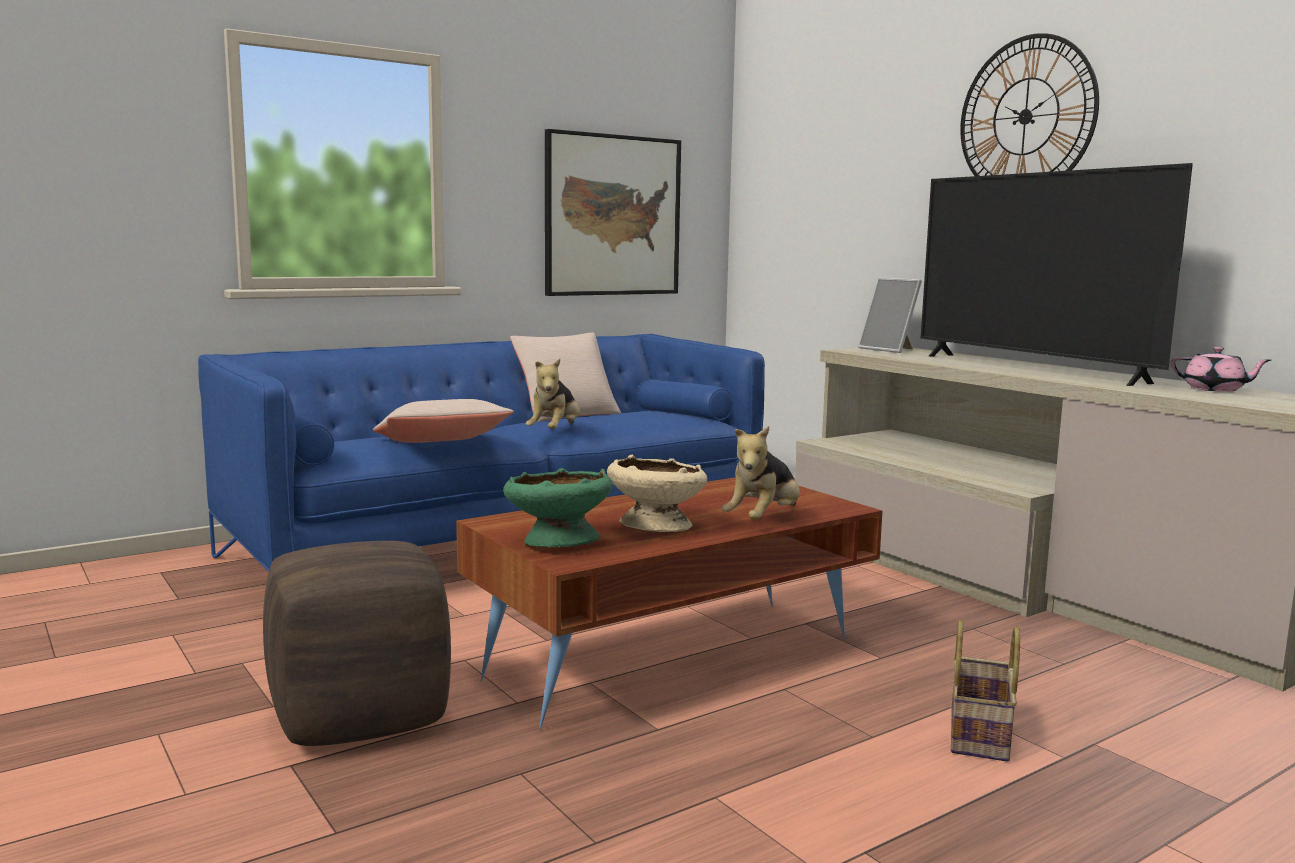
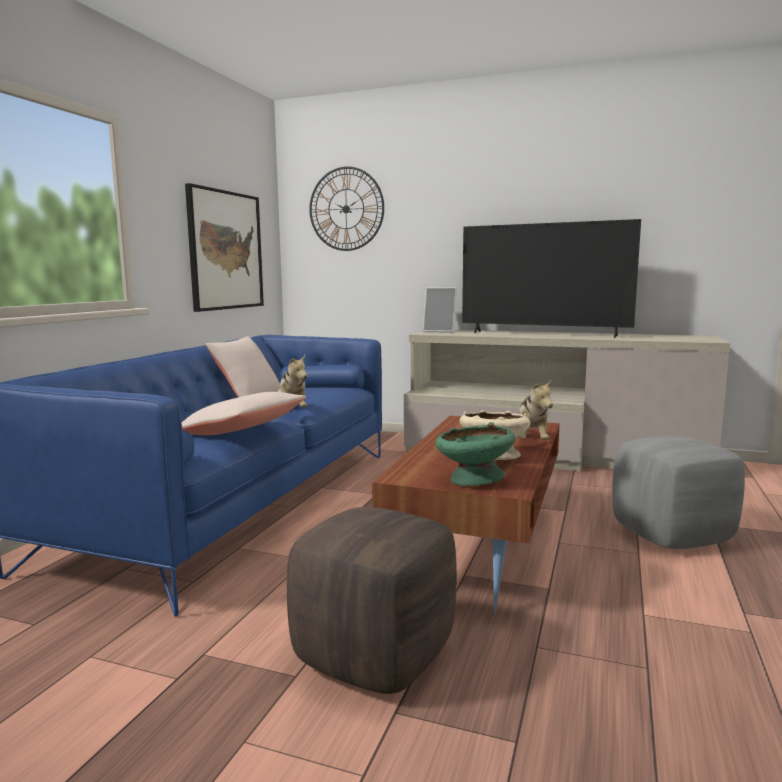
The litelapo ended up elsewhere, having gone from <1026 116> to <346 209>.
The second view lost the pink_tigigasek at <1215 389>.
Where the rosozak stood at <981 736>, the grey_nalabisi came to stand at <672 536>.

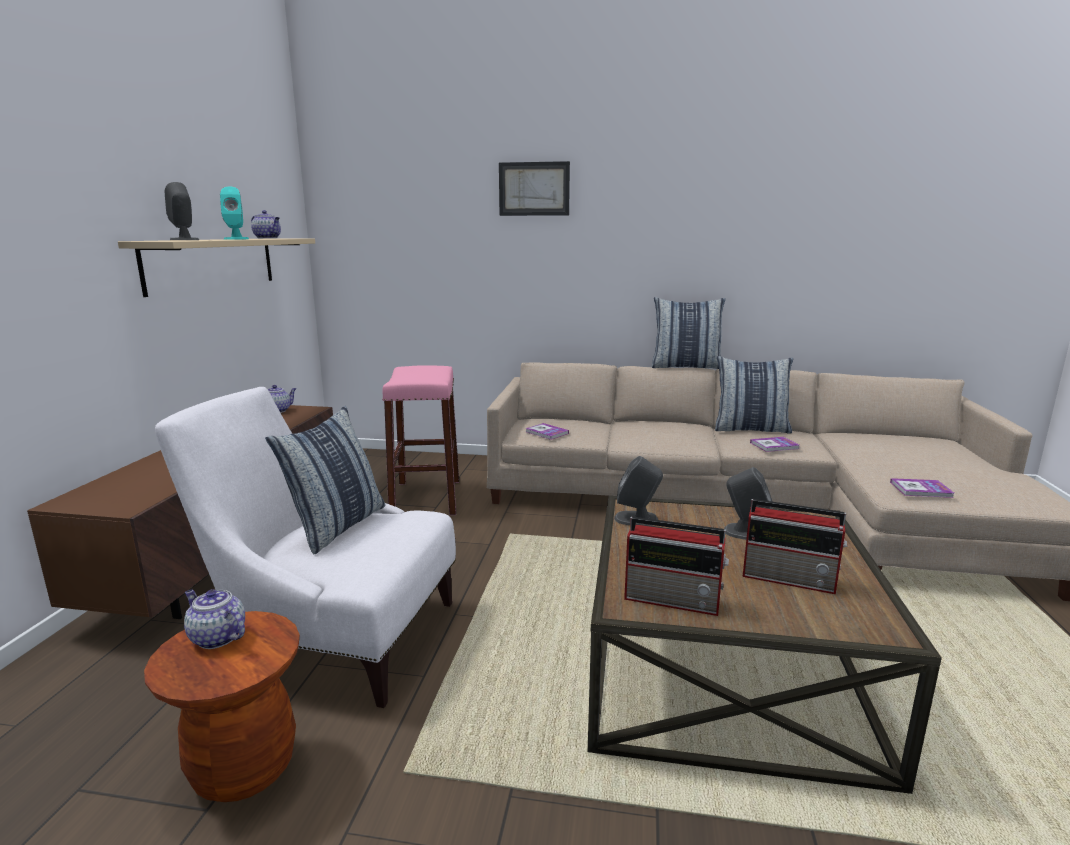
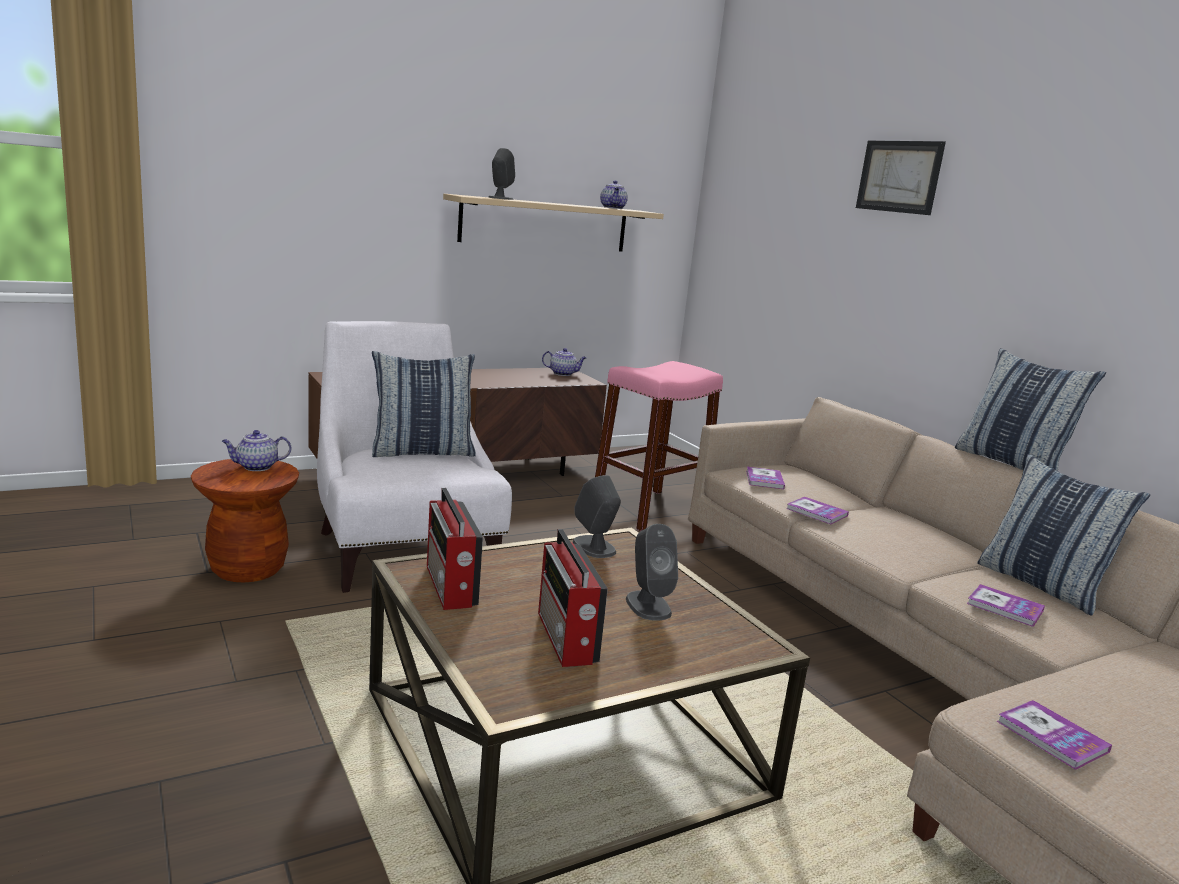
The second view lost the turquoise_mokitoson at <236 239>.
The tigigasek at <216 637> ended up facing another way, 105 degrees counterclockwise from before.
The second view gained the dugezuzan at <816 512>.

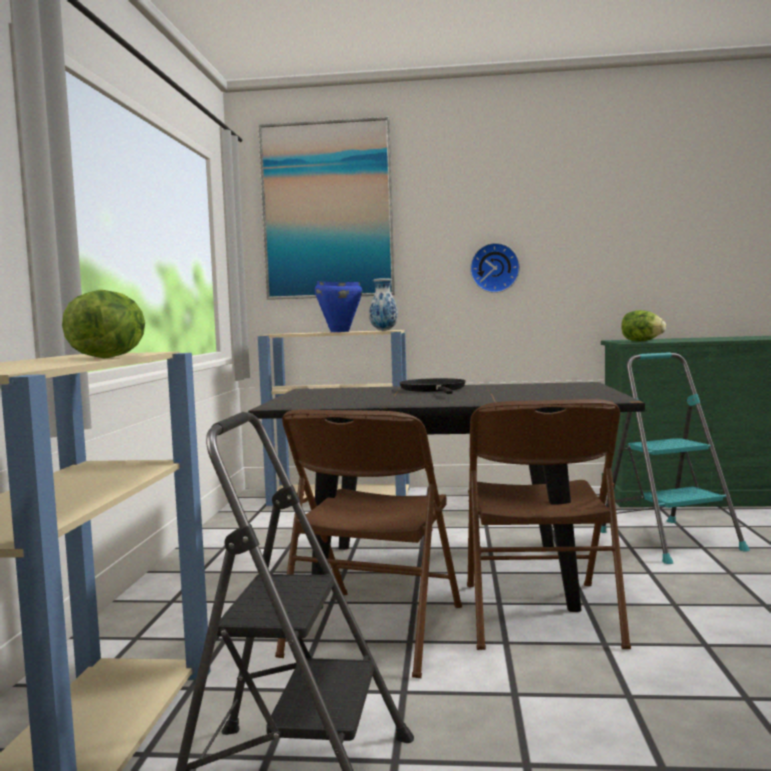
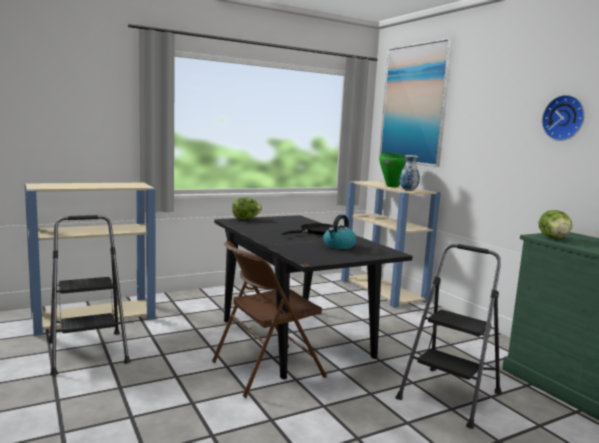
The litelapo ended up elsewhere, having gone from <494 268> to <564 118>.
What was the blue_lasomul at <339 331> turned into the green_lasomul at <392 186>.
The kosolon ended up elsewhere, having gone from <109 357> to <245 219>.
What was the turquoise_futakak at <667 539> turned into the black_futakak at <451 393>.
The second view lost the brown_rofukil at <374 630>.
The second view gained the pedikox at <339 246>.

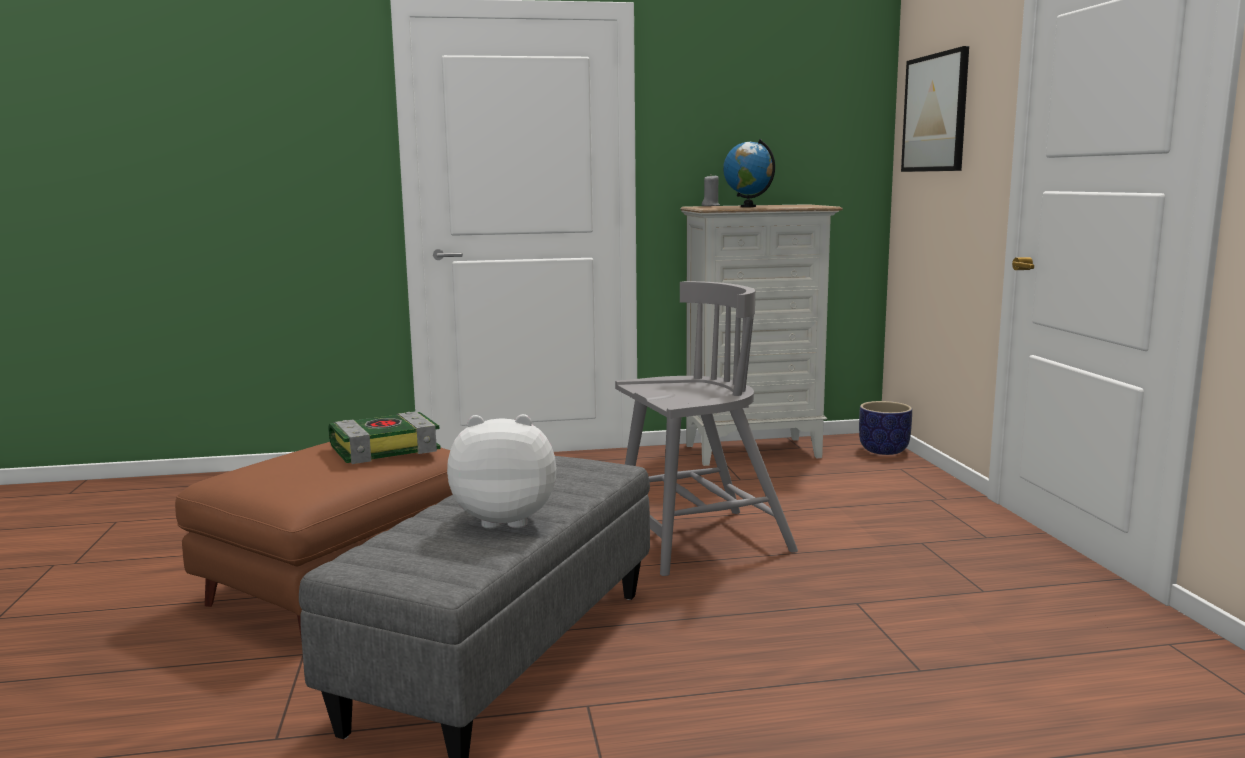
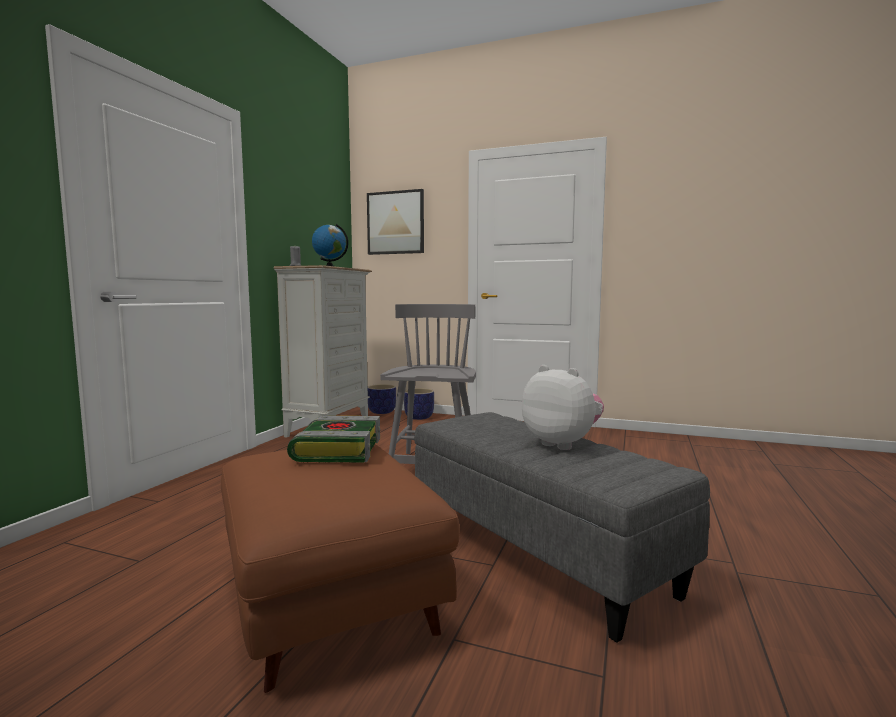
The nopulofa at <506 519> ended up facing another way, 105 degrees clockwise from before.
The second view gained the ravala at <418 417>.

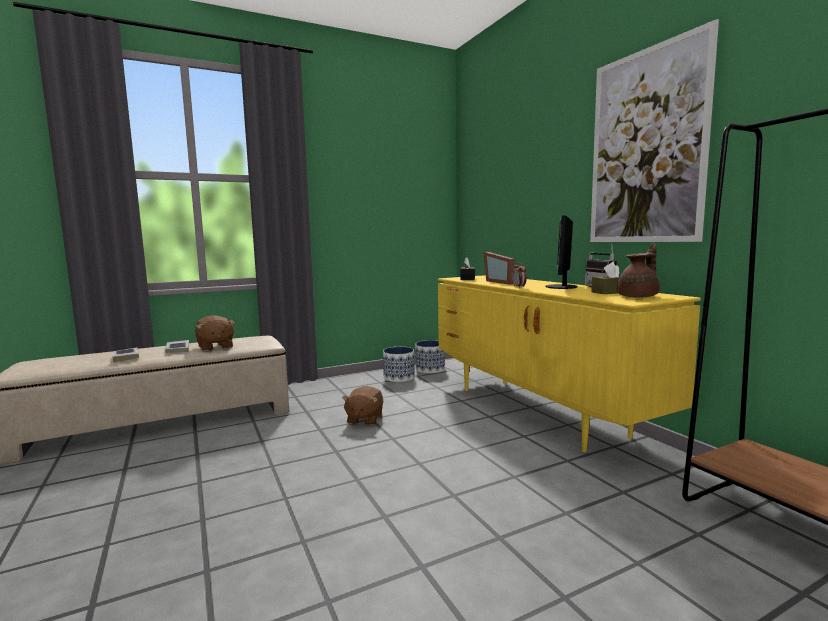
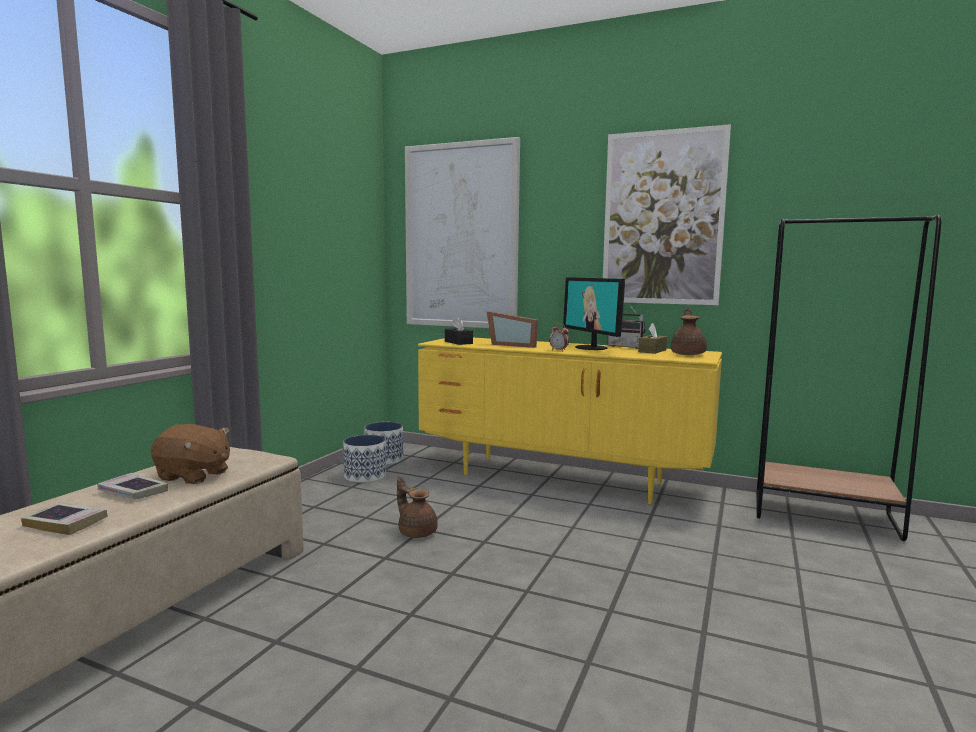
Where the brown_nopulofa stood at <364 419>, the brown_tigigasek came to stand at <416 532>.
The second view gained the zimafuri at <461 236>.

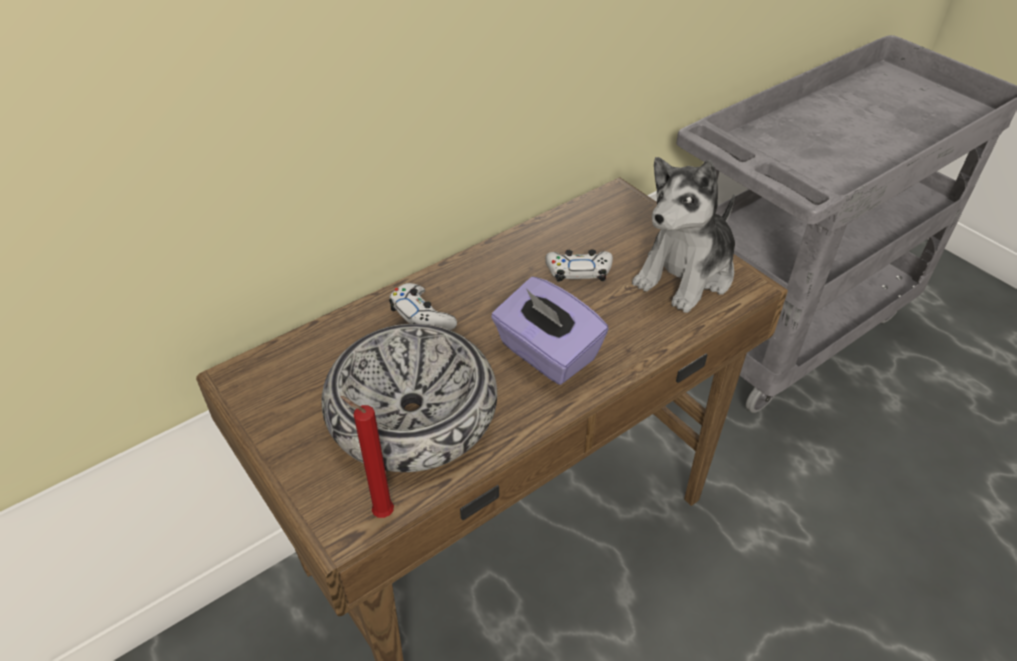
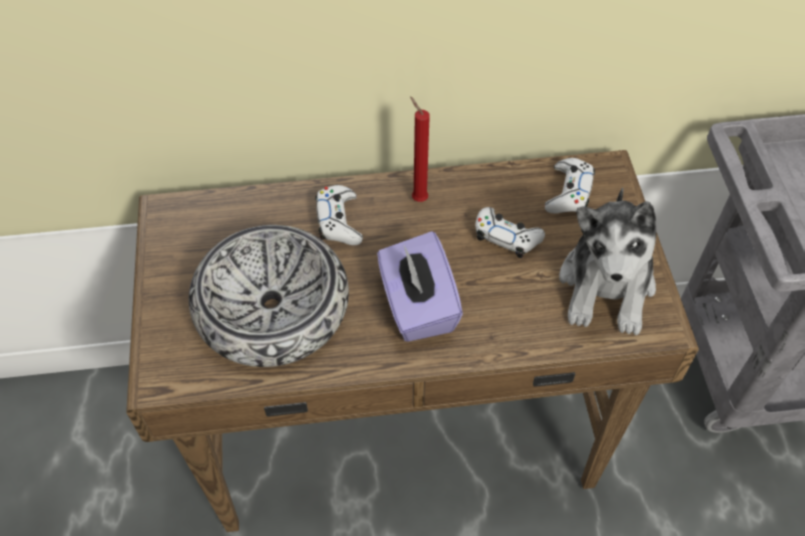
The nopulofa at <686 274> ended up facing another way, 60 degrees counterclockwise from before.
The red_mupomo ended up elsewhere, having gone from <380 512> to <417 198>.
The second view gained the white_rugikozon at <568 192>.

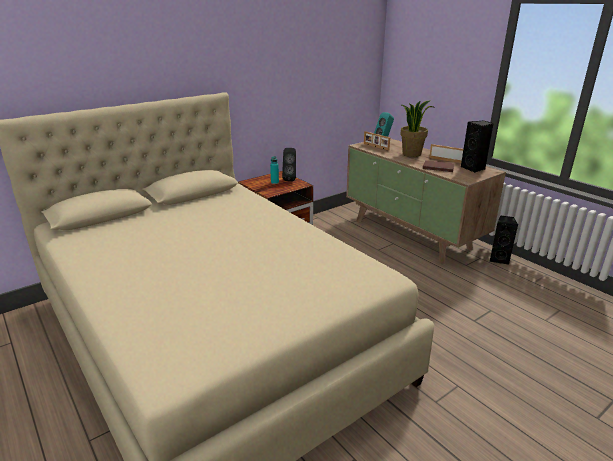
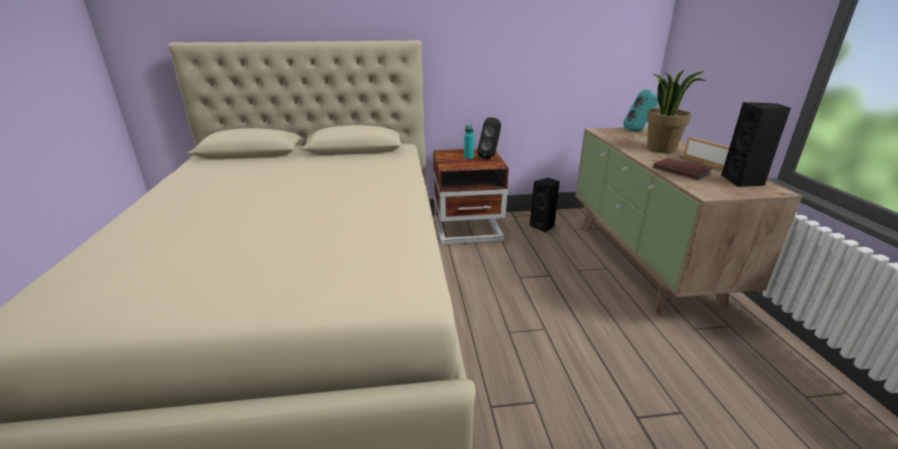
The second view lost the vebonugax at <375 147>.
The black_mokitoson ended up elsewhere, having gone from <499 259> to <543 226>.

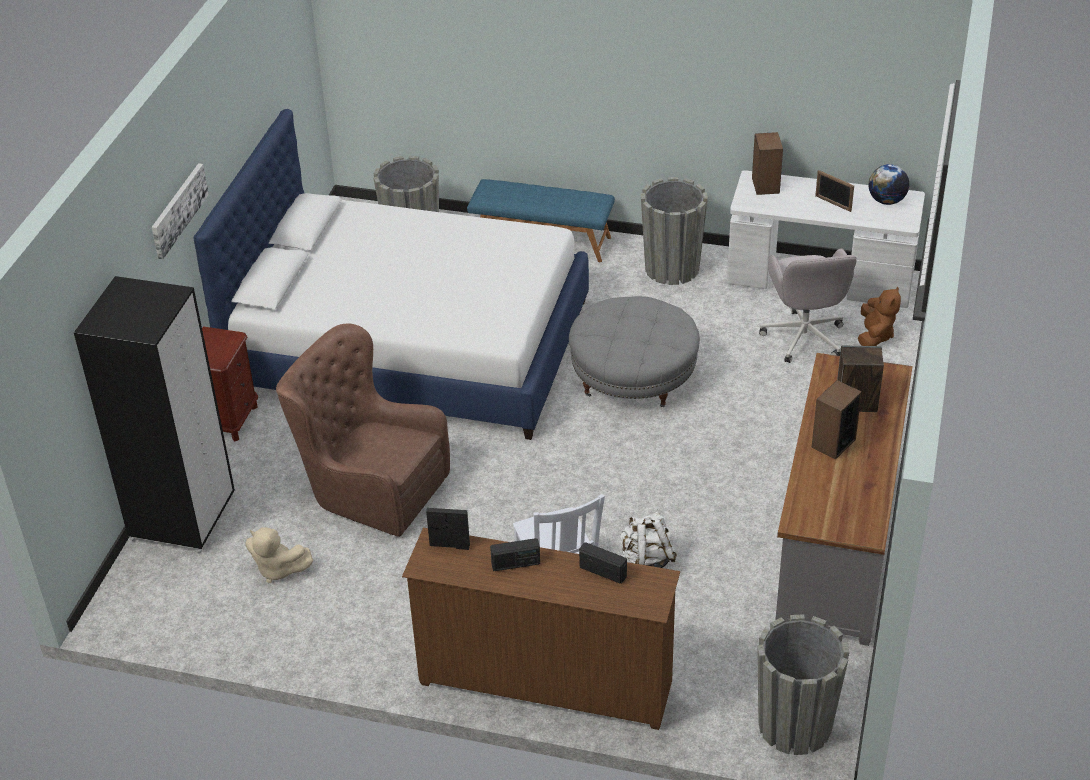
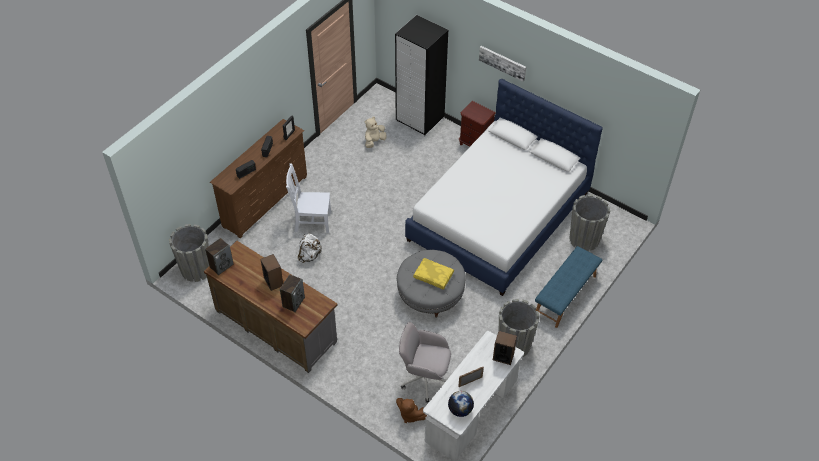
The second view lost the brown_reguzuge at <369 488>.
The second view gained the mokitoson at <221 265>.
The second view gained the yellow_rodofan at <434 276>.

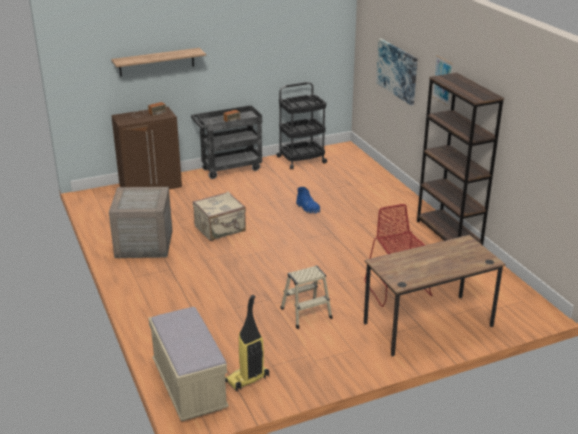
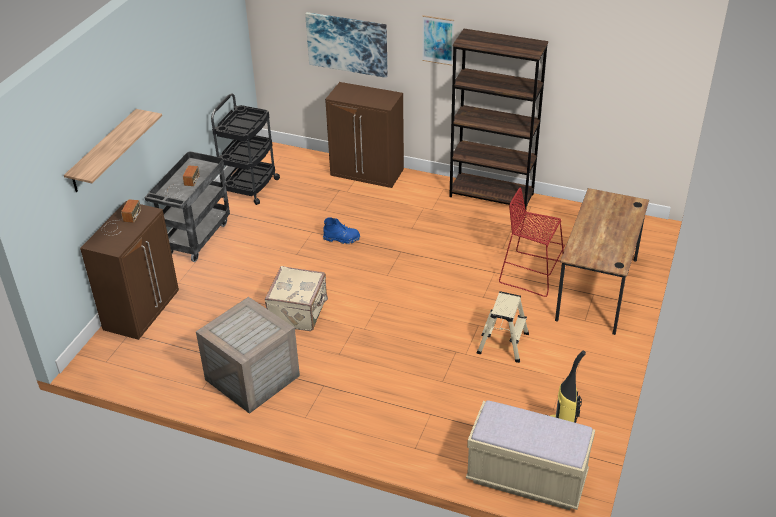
The second view gained the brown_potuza at <367 172>.

